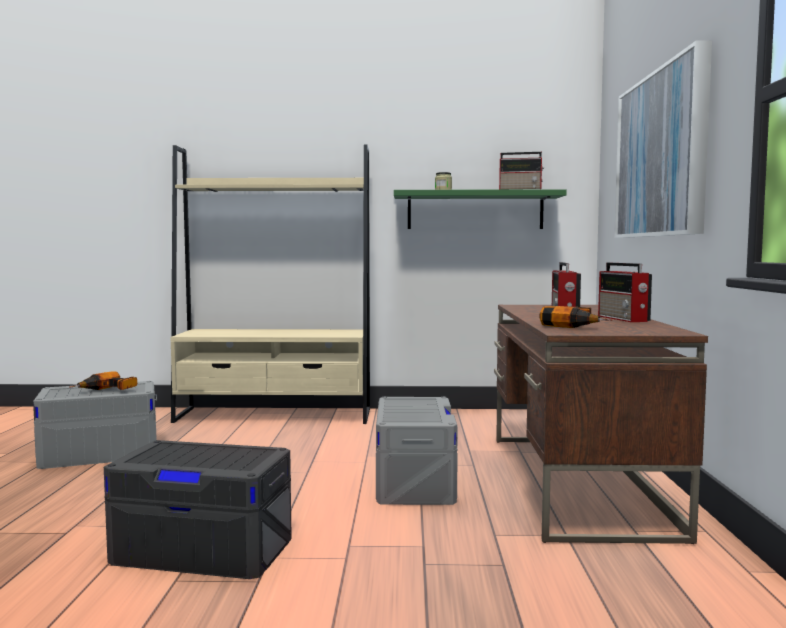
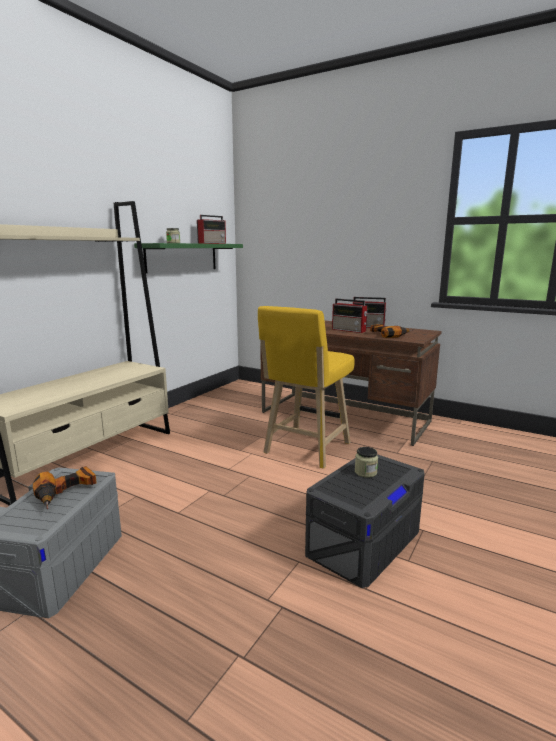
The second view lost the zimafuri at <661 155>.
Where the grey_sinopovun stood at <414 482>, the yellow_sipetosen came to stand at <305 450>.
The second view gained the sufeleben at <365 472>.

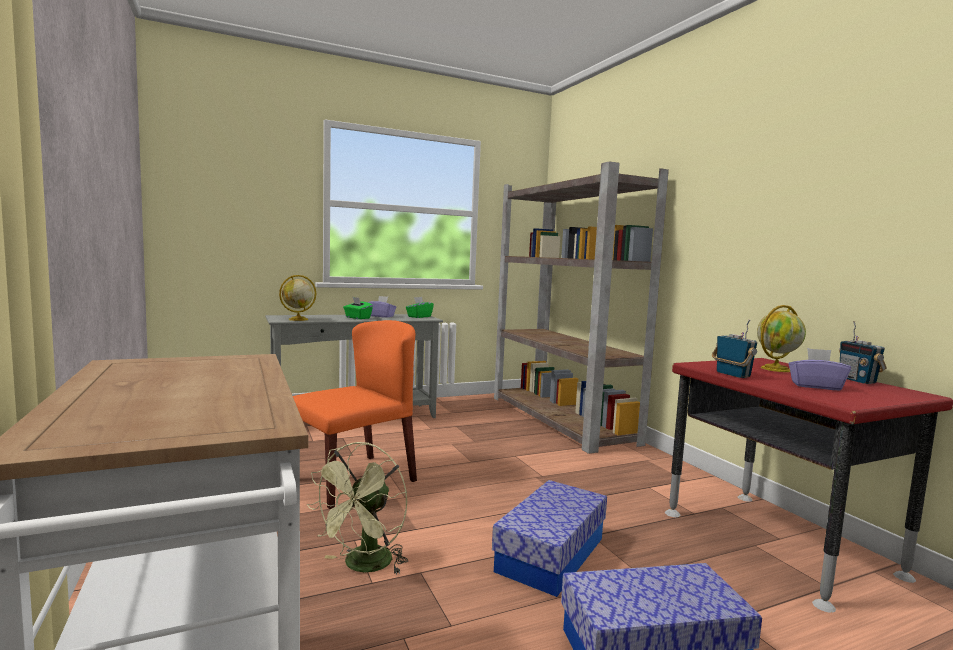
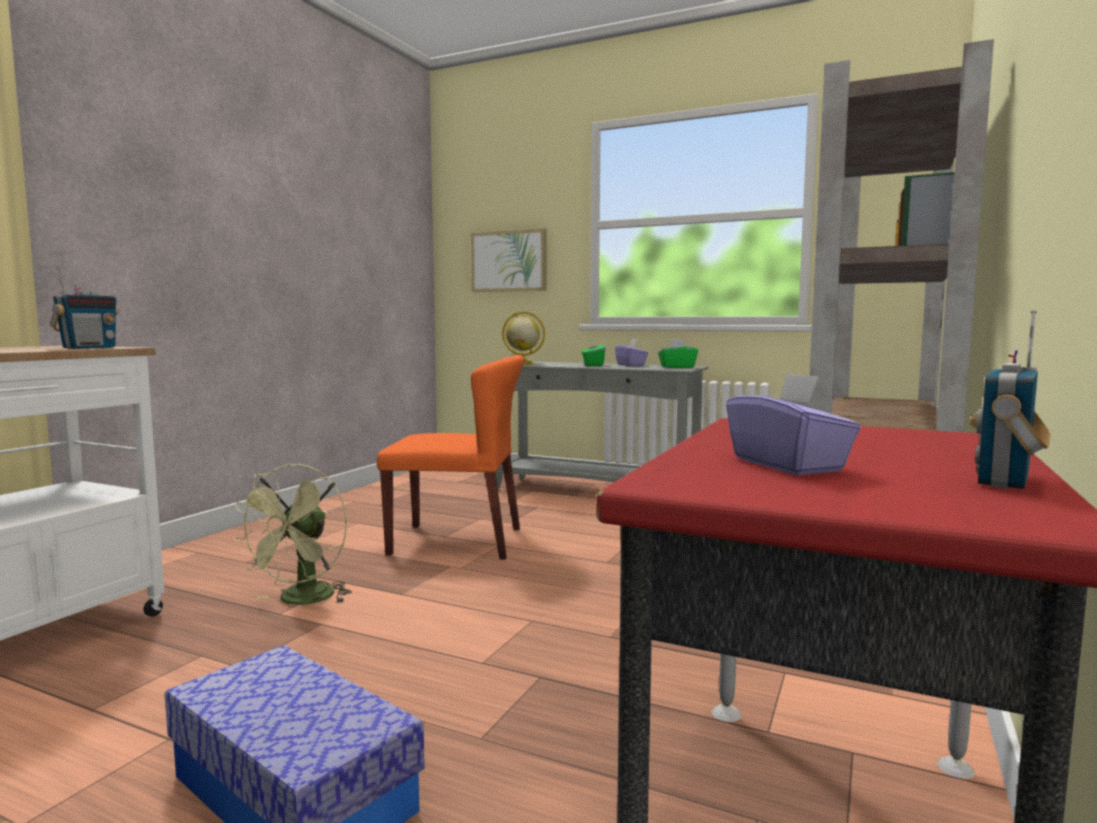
The second view lost the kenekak at <776 369>.
The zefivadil ended up elsewhere, having gone from <732 375> to <89 348>.
The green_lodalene at <363 566> ended up facing another way, 60 degrees counterclockwise from before.
The second view lost the sinopovun at <551 554>.
The second view gained the zimafuri at <509 261>.

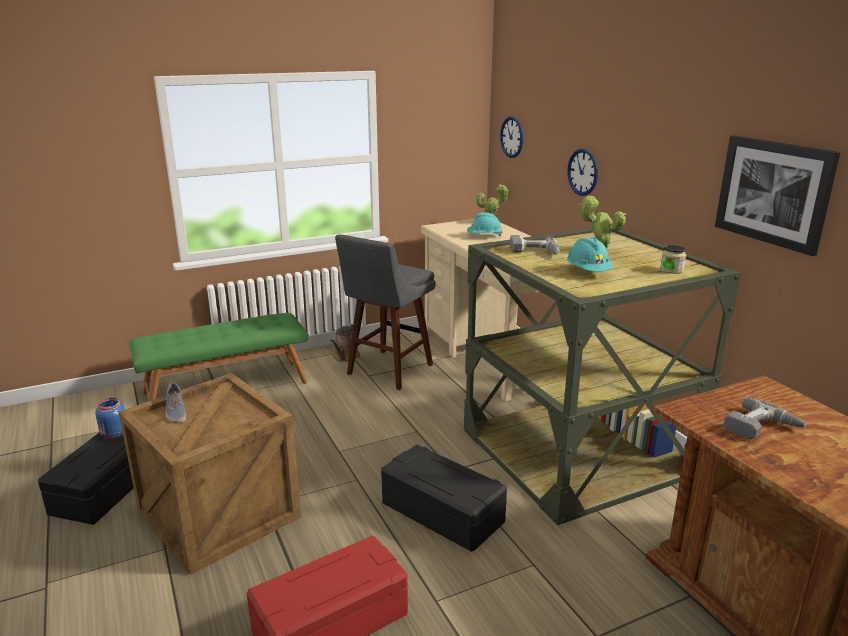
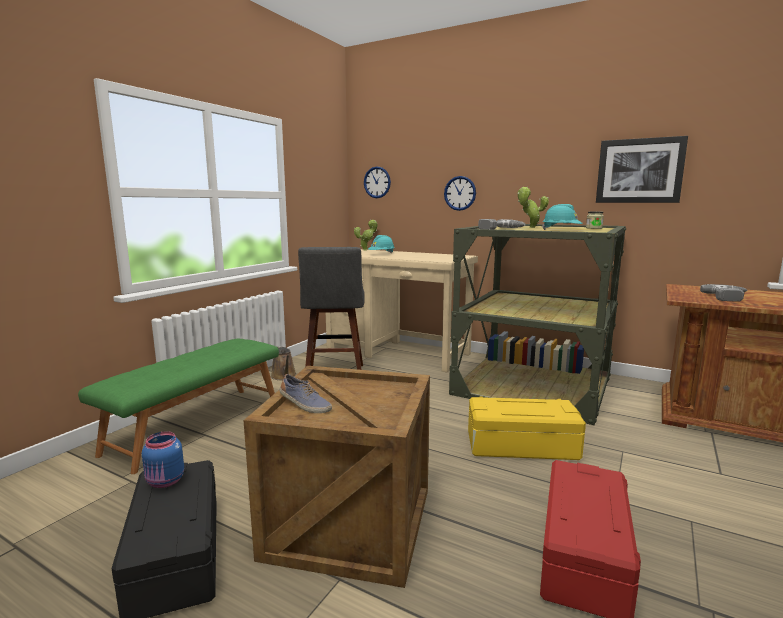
What was the black_sinopovun at <441 513> turned into the yellow_sinopovun at <521 446>.

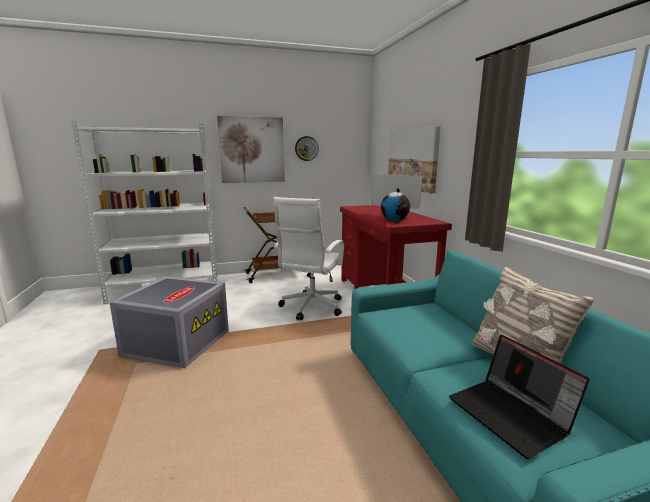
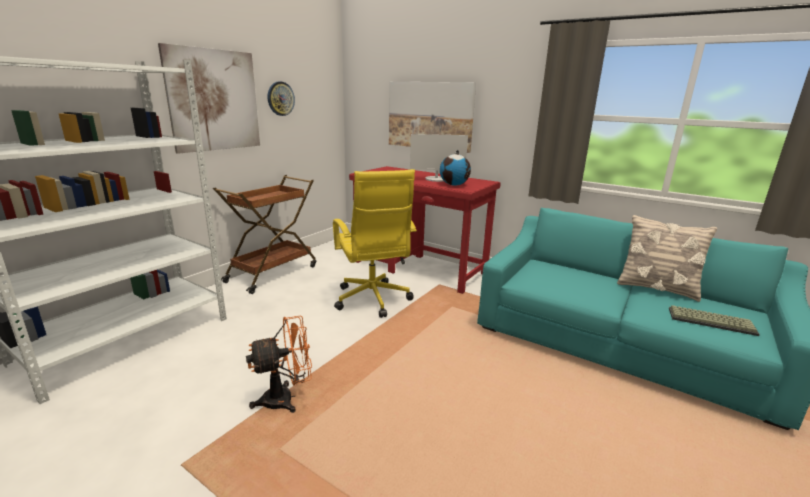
What was the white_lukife at <311 308> turned into the yellow_lukife at <373 301>.
Where the grey_sinopovun stood at <177 342>, the orange_lodalene came to stand at <286 398>.
Where the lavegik stood at <511 415>, the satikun came to stand at <711 321>.

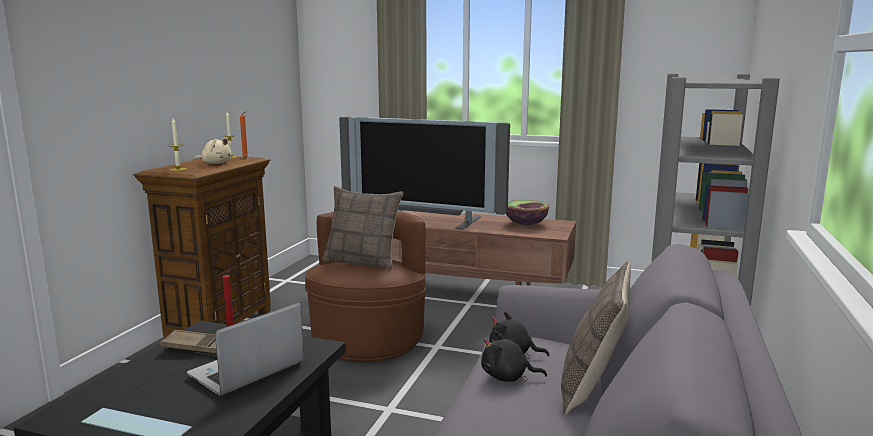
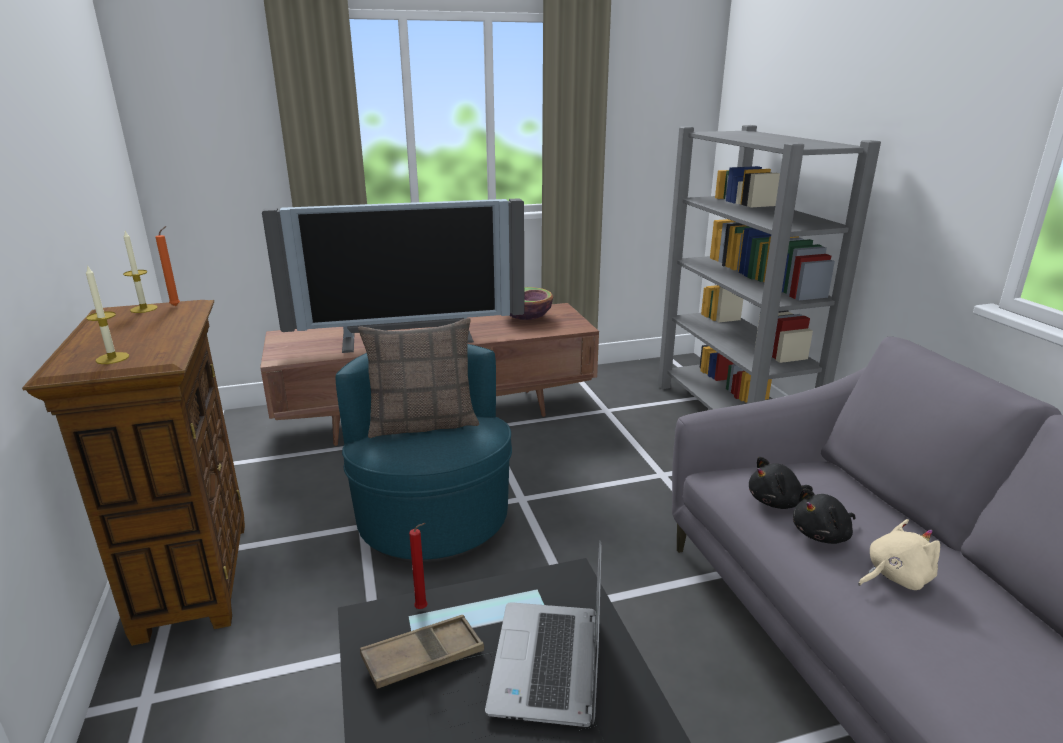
The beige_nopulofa ended up elsewhere, having gone from <215 163> to <894 577>.
What was the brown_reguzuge at <367 340> turned into the turquoise_reguzuge at <434 521>.
The second view lost the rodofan at <593 387>.

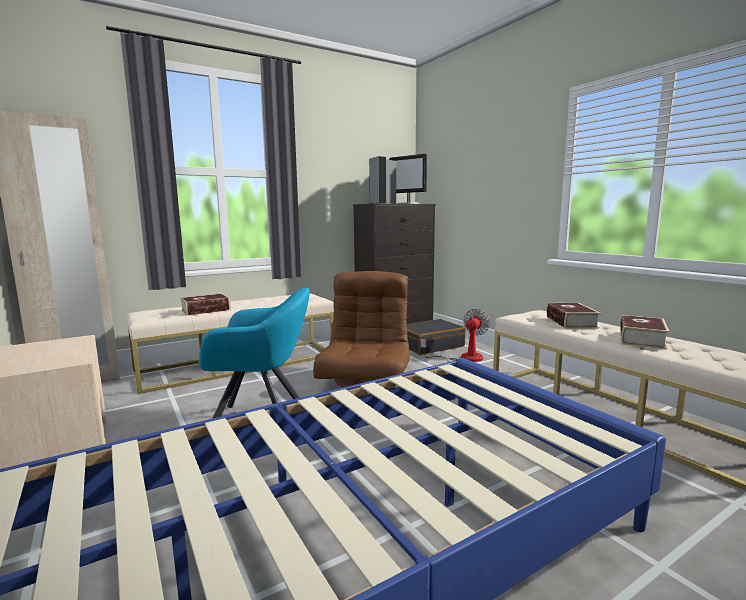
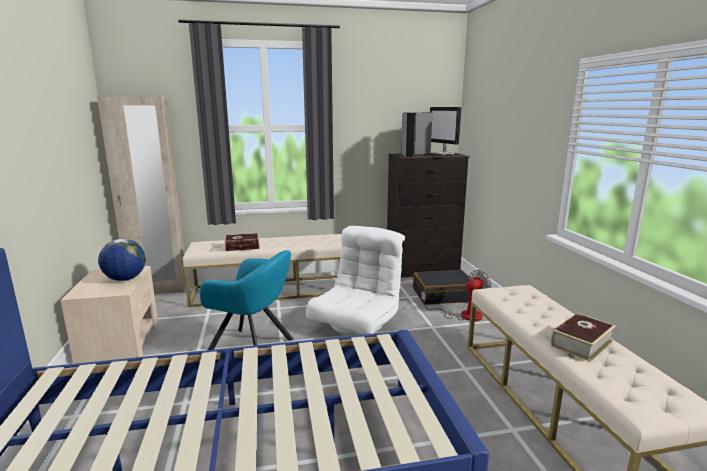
What was the brown_reguzuge at <366 380> turned into the white_reguzuge at <357 324>.
The second view lost the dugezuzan at <571 322>.
The second view gained the kenekak at <125 279>.

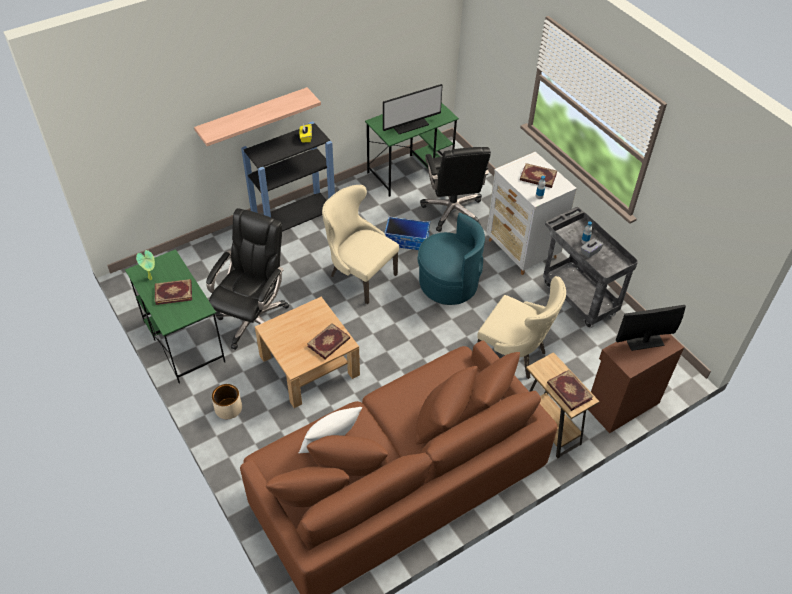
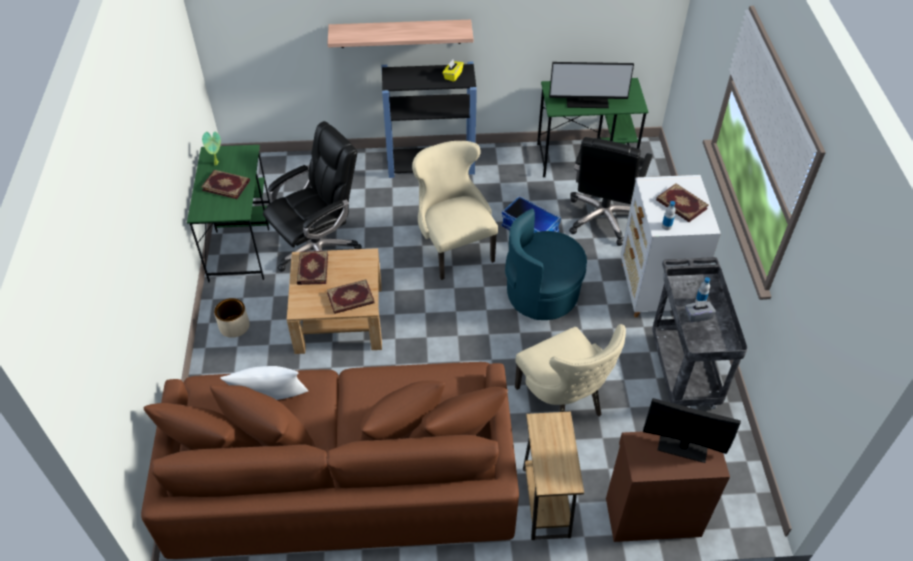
The turquoise_reguzuge at <448 283> ended up facing another way, 150 degrees clockwise from before.
The dugezuzan ended up elsewhere, having gone from <568 391> to <312 269>.

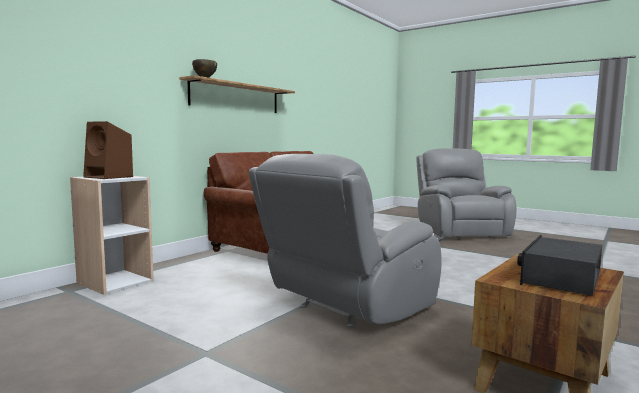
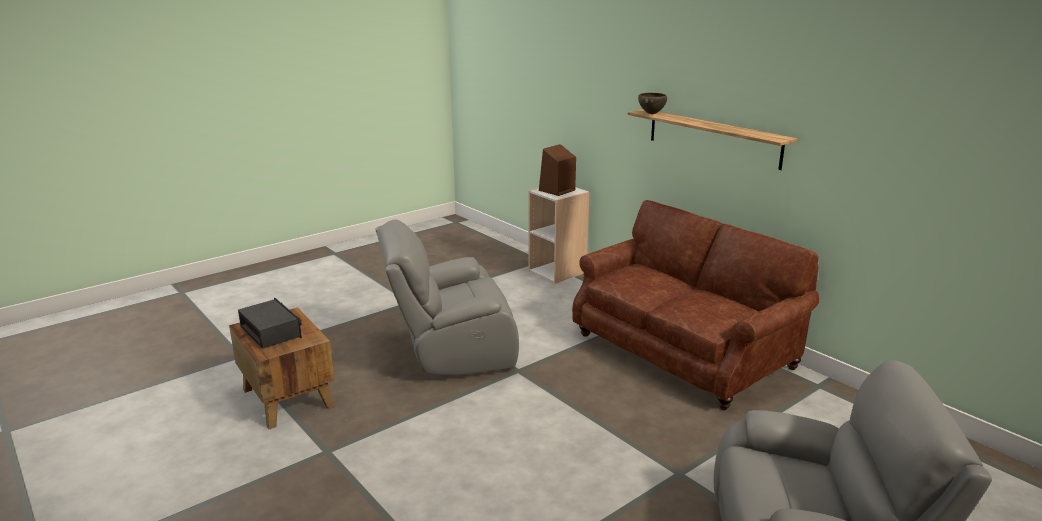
The grey_reguzuge at <344 308> ended up facing another way, 75 degrees counterclockwise from before.

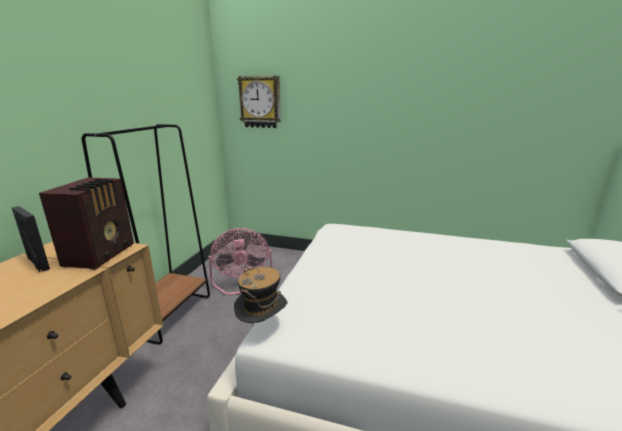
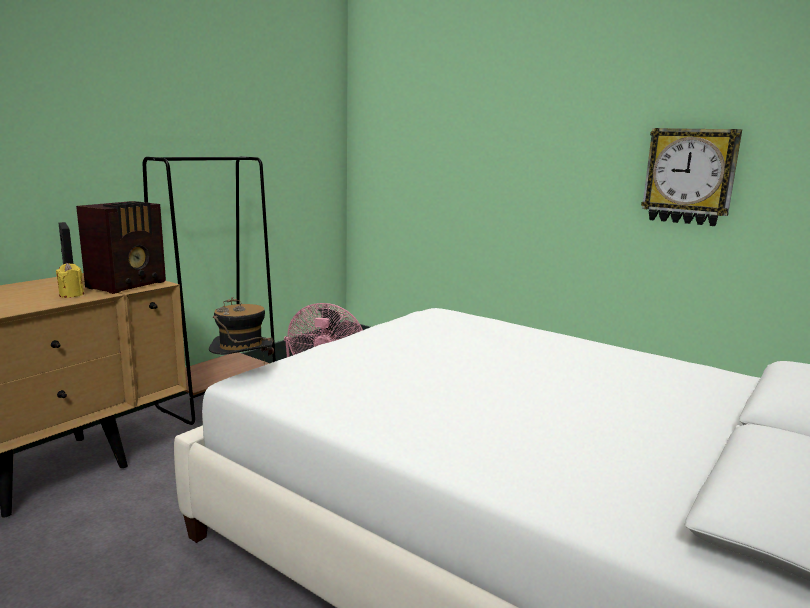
The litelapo ended up elsewhere, having gone from <260 102> to <689 176>.
The second view gained the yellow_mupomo at <71 295>.

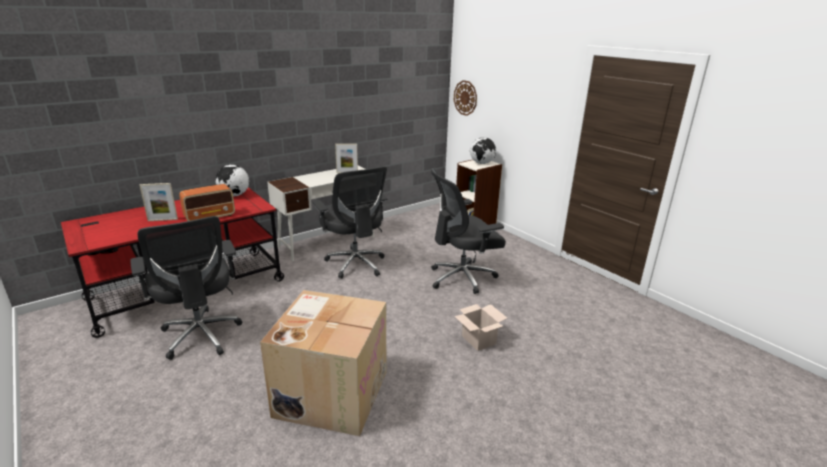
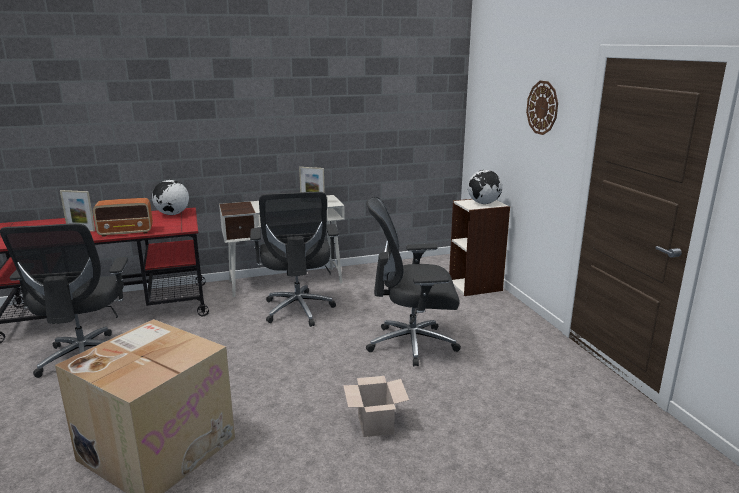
The litelapo ended up elsewhere, having gone from <465 98> to <542 107>.

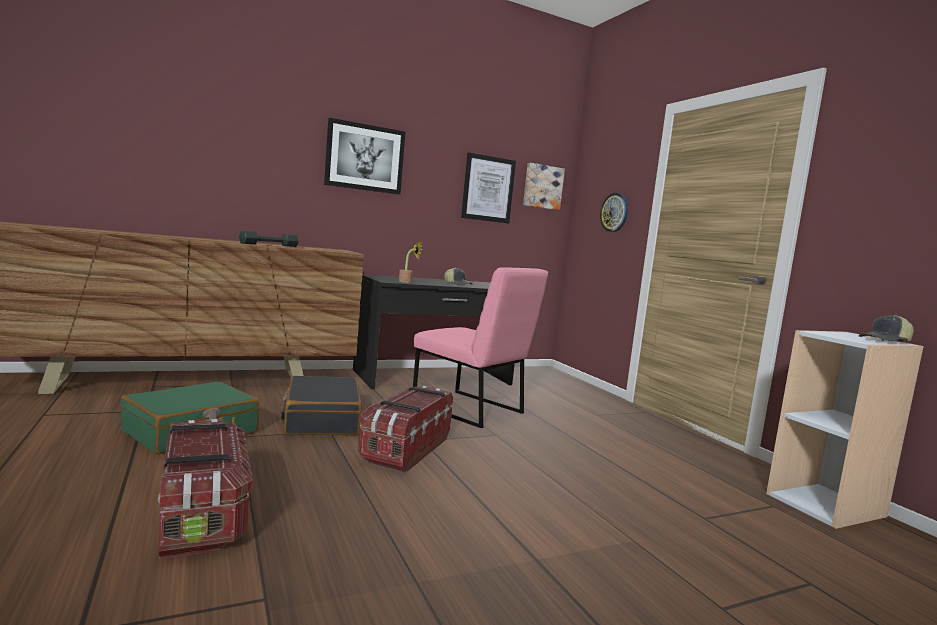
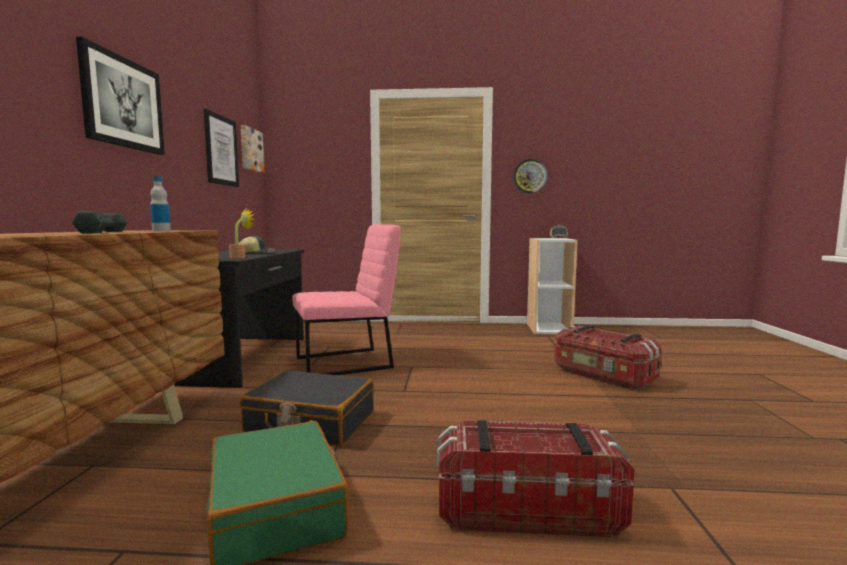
The litelapo ended up elsewhere, having gone from <614 212> to <530 176>.
The sinopovun ended up elsewhere, having gone from <405 449> to <602 376>.
The second view gained the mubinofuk at <161 231>.

